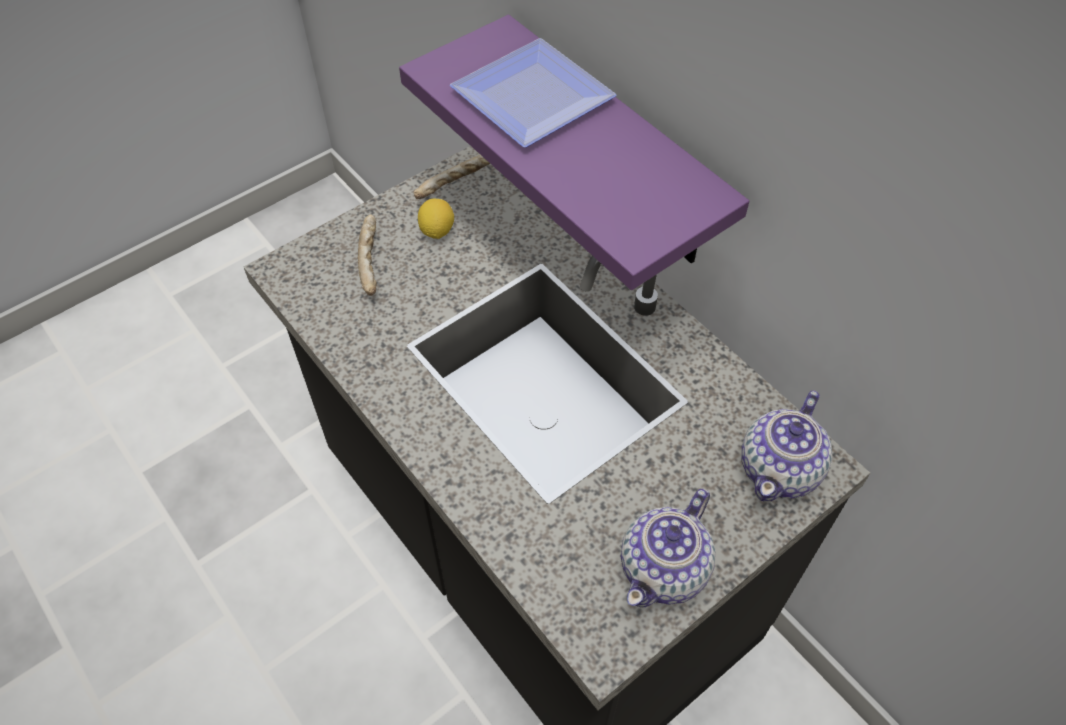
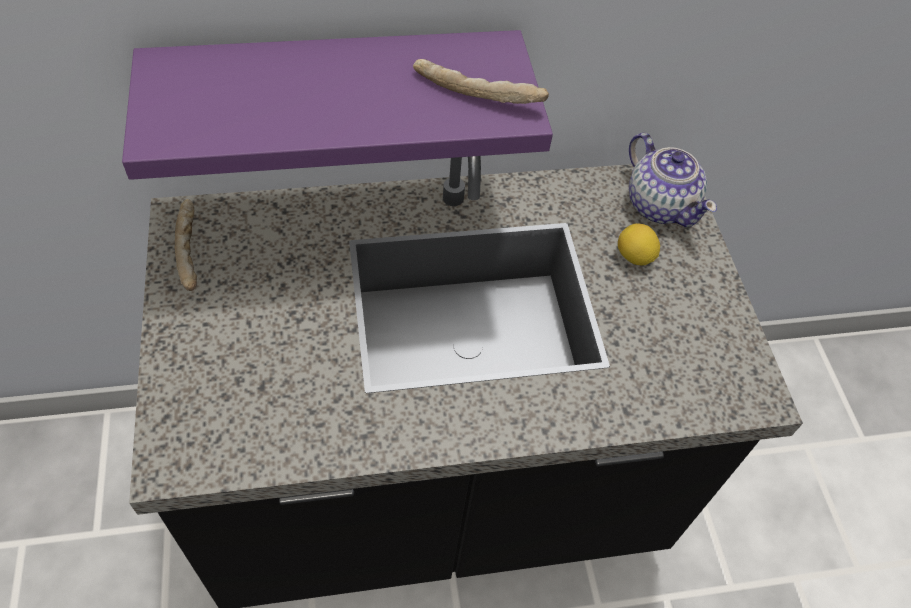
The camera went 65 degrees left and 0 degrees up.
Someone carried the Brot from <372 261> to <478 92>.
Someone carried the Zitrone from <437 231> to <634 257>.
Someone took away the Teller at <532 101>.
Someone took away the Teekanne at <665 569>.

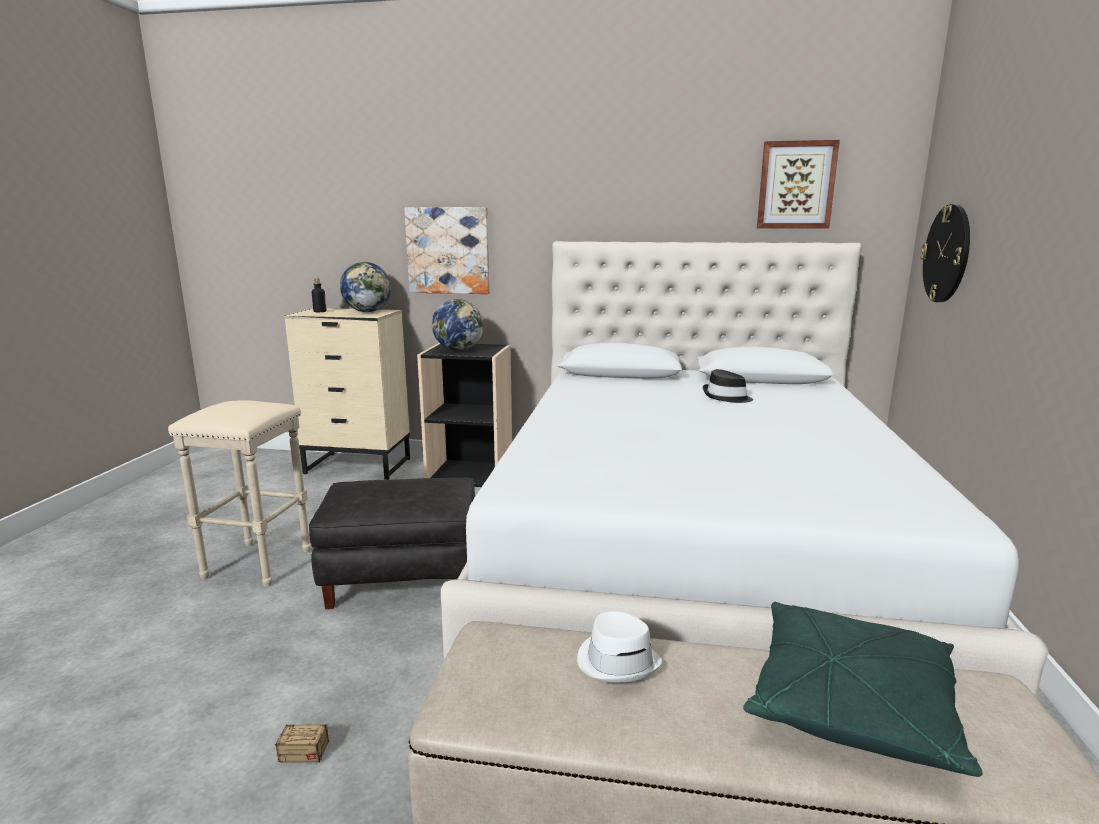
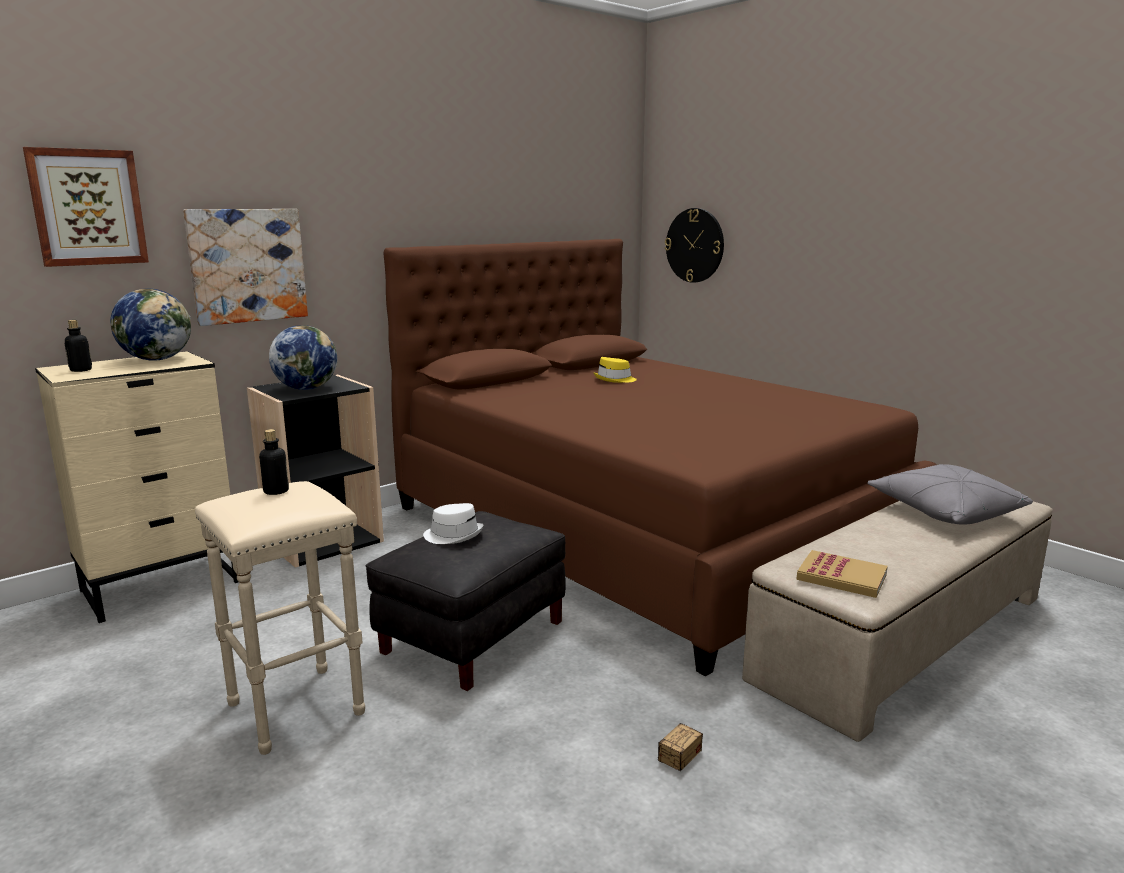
The camera went 50 degrees left and 0 degrees up.
Someone repainted the Bett [weiß] at <694 566>, which became the Bett [braun] at <643 528>.
Someone carried the Hut [weiß] from <617 661> to <453 535>.
Someone repainted the Hut [schwarz] at <726 397>, which became the Hut [gelb] at <615 380>.
Someone repainted the Kissen [grün] at <850 705>, which became the Kissen [grau] at <944 512>.
Someone carried the Bild from <796 185> to <88 207>.
Someone put down the Flasche at <276 491>.
Someone put down the Buch at <841 577>.

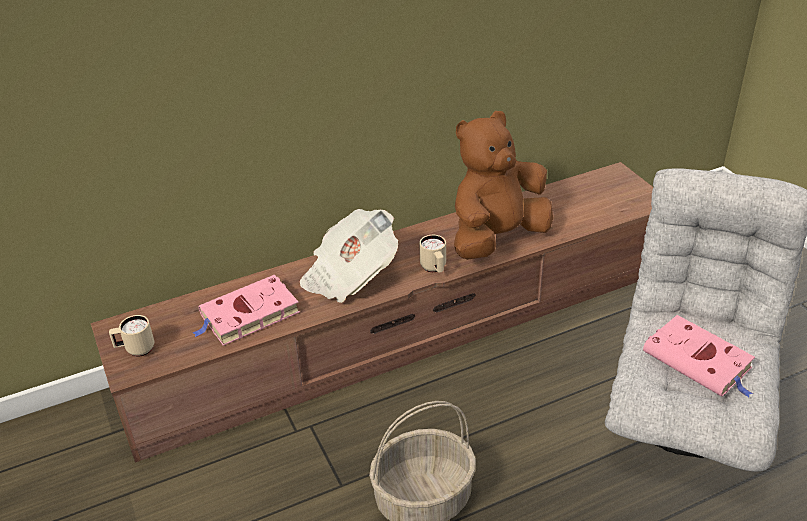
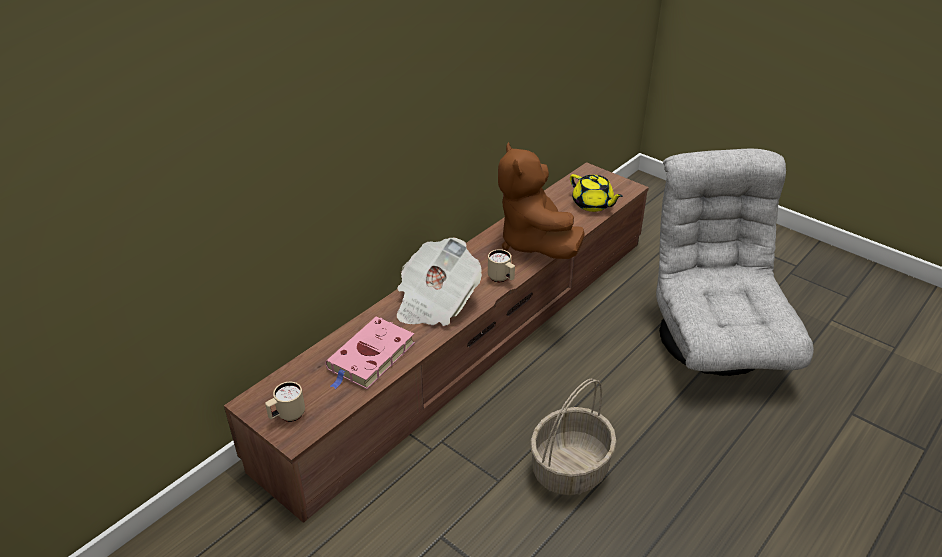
The camera went 25 degrees left and 0 degrees up.
Someone rotated the Plüschtier [braun] at <496 238> by 45 degrees counterclockwise.
Someone took away the Buch [rosa] at <699 362>.
Someone put down the Teekanne [gelb] at <593 204>.

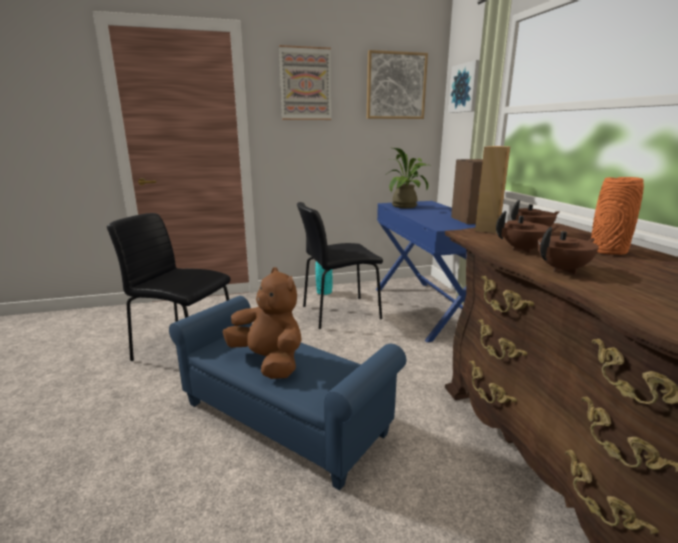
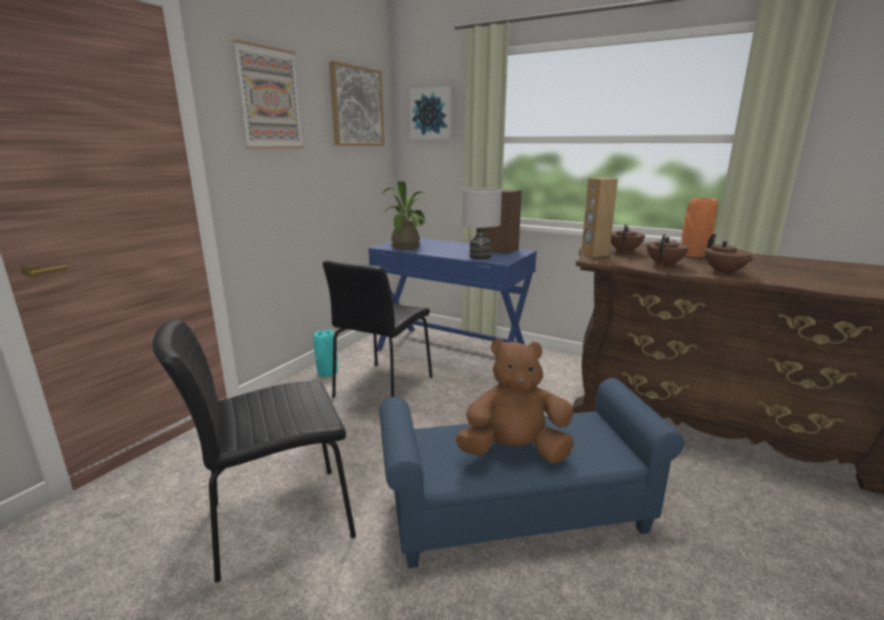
The camera went 45 degrees left and 0 degrees up.
Someone rotated the Teekanne [braun] at <563 270> by 150 degrees clockwise.
Someone put down the Tischlampe [grau] at <480 256>.

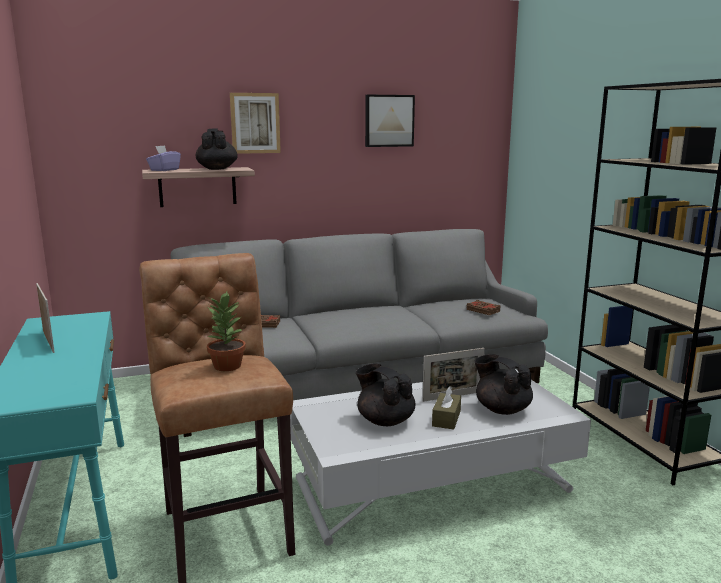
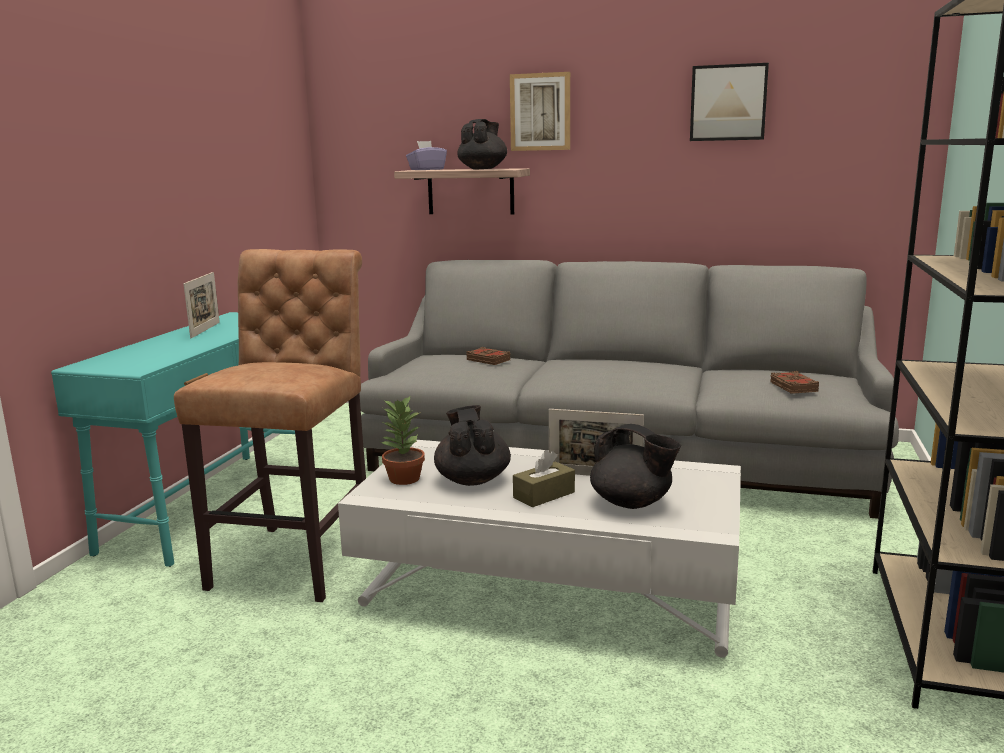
The camera went 35 degrees right and 0 degrees up.
Someone carried the Topfpflanze from <226 366> to <403 479>.
Someone rotated the Teekanne [schwarz] at <501 409> by 135 degrees clockwise.

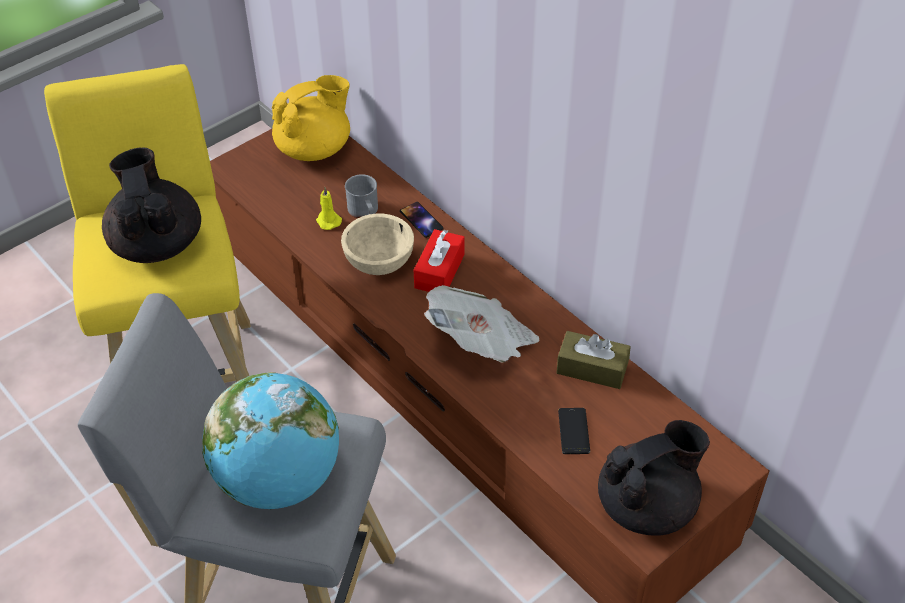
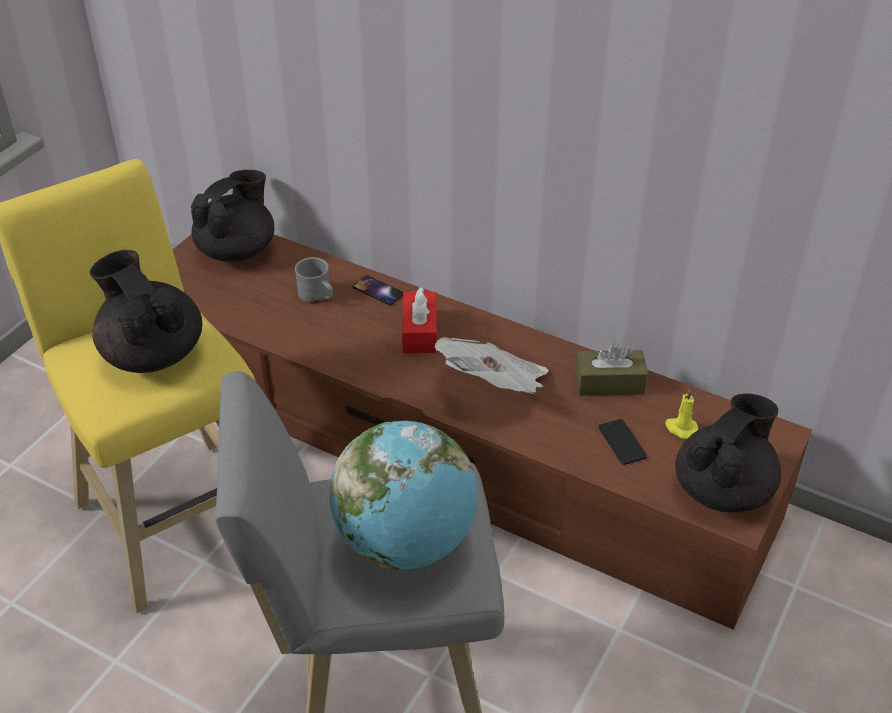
The camera went 20 degrees left and 5 degrees down.
Someone repainted the Teekanne [gelb] at <315 148>, which became the Teekanne [schwarz] at <237 250>.
Someone carried the Kerze [gelb] from <328 221> to <680 428>.
Someone took away the Schüssel [beige] at <379 262>.

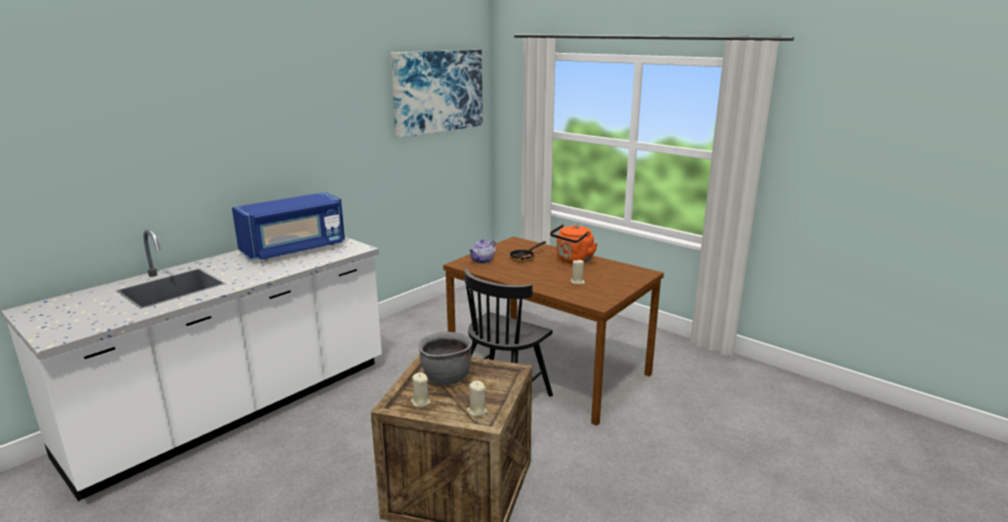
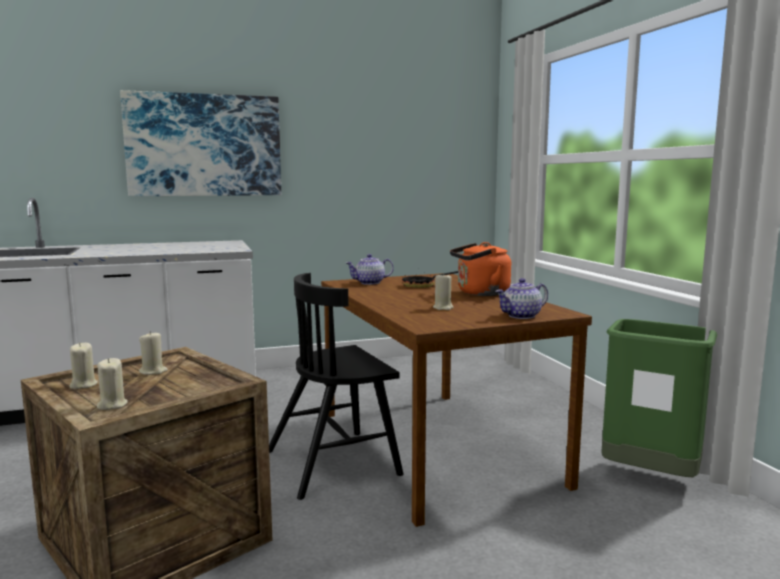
The camera went 30 degrees right and 10 degrees down.
Someone took away the Mikrowelle [blau] at <294 249>.
Someone carried the Bild from <438 91> to <204 145>.
Someone swapped the Kochtopf [grau] at <446 378> for the Kerze [beige] at <153 371>.
Someone put down the Teekanne at <521 316>.
Someone put down the Mülleimer [grün] at <649 478>.

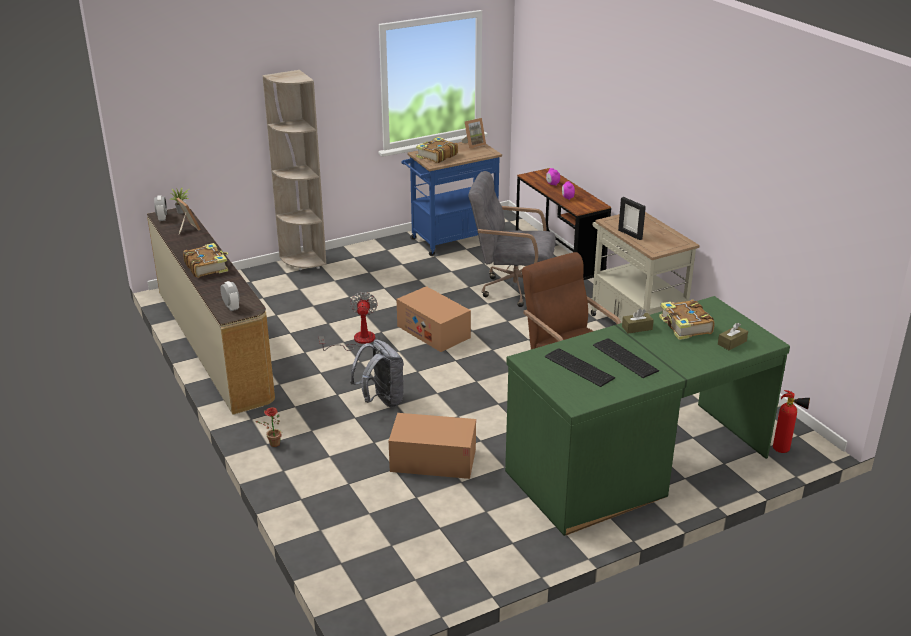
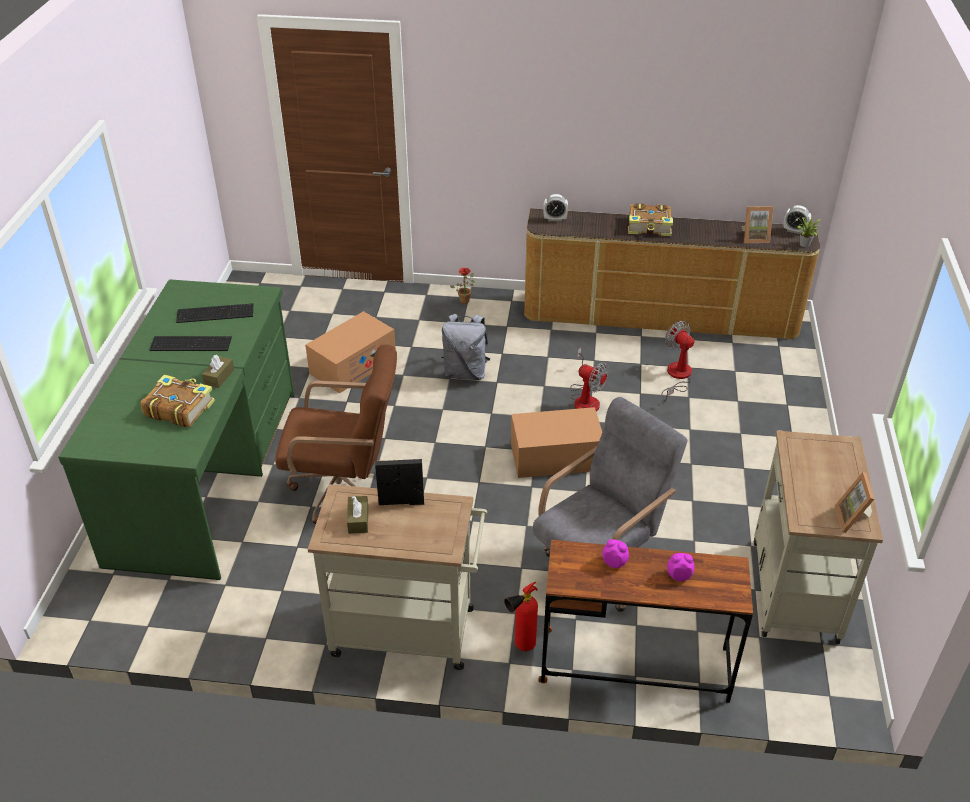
The camera went 125 degrees right and 10 degrees up.
Someone took away the Bücherregal [beige] at <304 265>.
Someone repainted the Rollwagen [blau] at <451 240>, which became the Rollwagen [beige] at <793 587>.
Someone took away the Buch at <436 156>.
Someone carried the Taschentuchbox [braun] from <732 343> to <358 520>.
Someone carried the Feuerlöscher from <785 450> to <521 647>.
Someone put down the Ventilator at <677 377>.

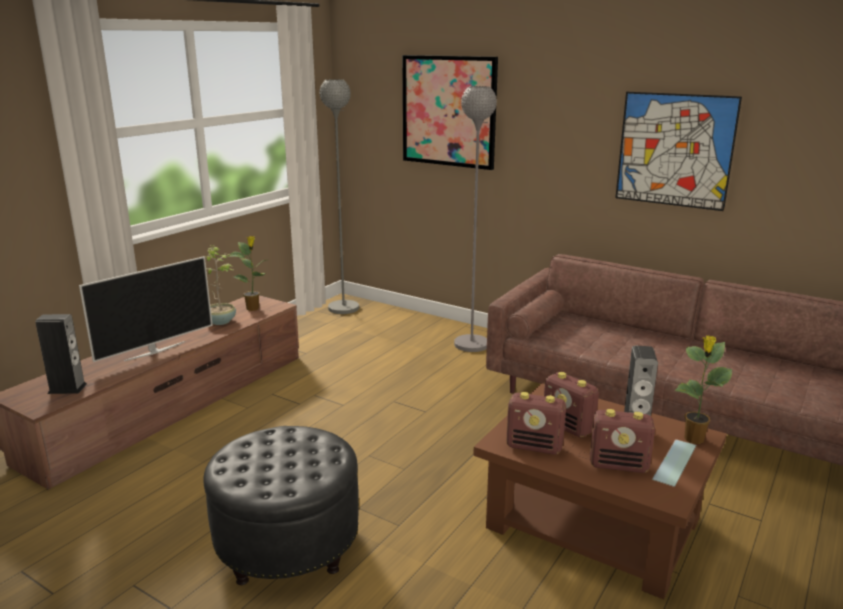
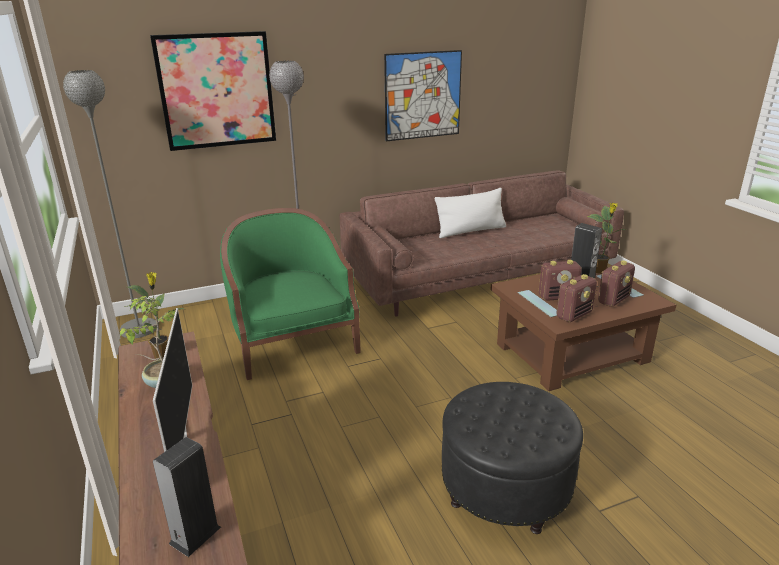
The camera went 55 degrees left and 5 degrees up.
Someone put down the Sessel [grün] at <293 343>.
Someone put down the Kissen [weiß] at <470 231>.

